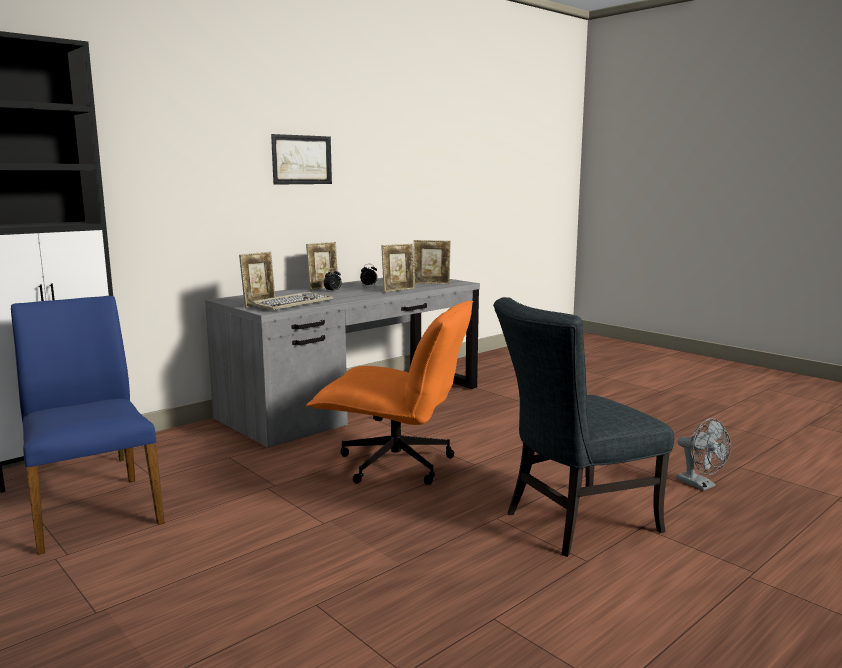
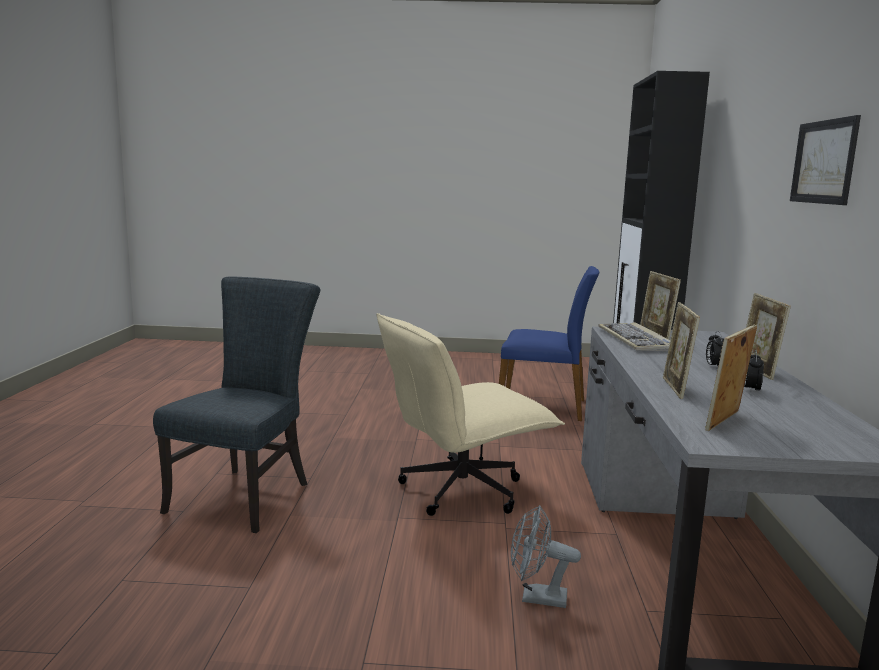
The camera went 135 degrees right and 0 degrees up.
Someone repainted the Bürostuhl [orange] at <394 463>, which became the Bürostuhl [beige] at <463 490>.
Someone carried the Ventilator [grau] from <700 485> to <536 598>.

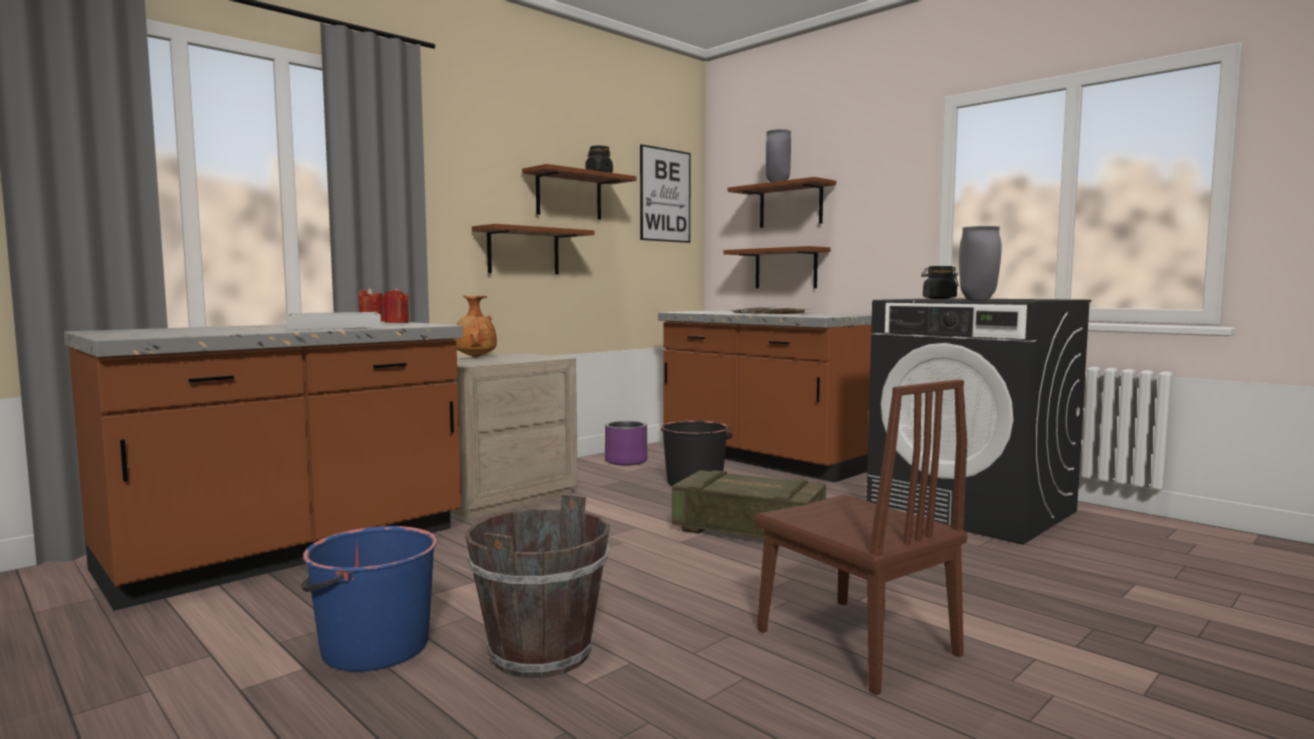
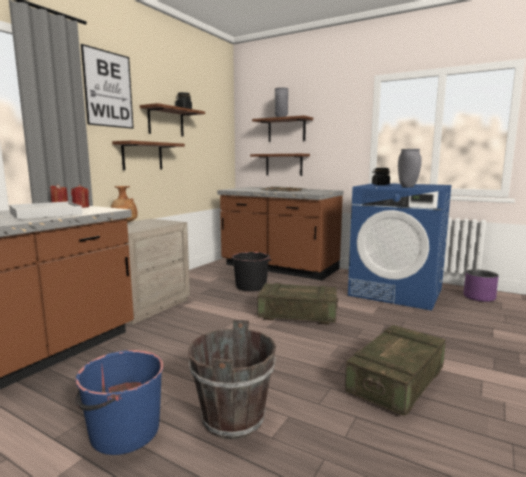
The camera went 15 degrees left and 5 degrees up.
Someone carried the Pflanzkübel [lila] from <626 461> to <479 297>.
Someone carried the Bild from <665 195> to <108 89>.
Someone swapped the Stuhl [braun] at <856 642> for the Kiste at <396 383>.
Someone repainted the Waschmaschine [schwarz] at <972 510>, which became the Waschmaschine [blau] at <396 292>.

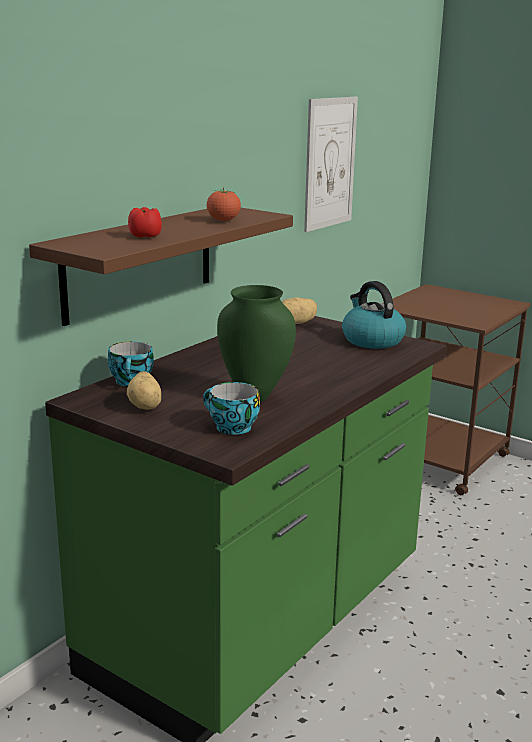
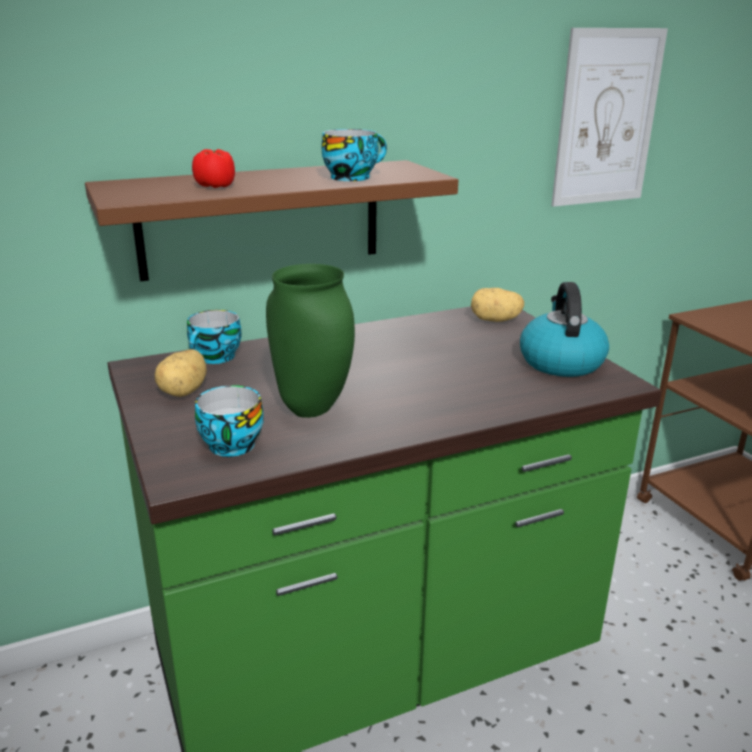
The camera went 30 degrees right and 5 degrees up.
Someone swapped the Tomate at <223 220> for the Tasse at <352 177>.

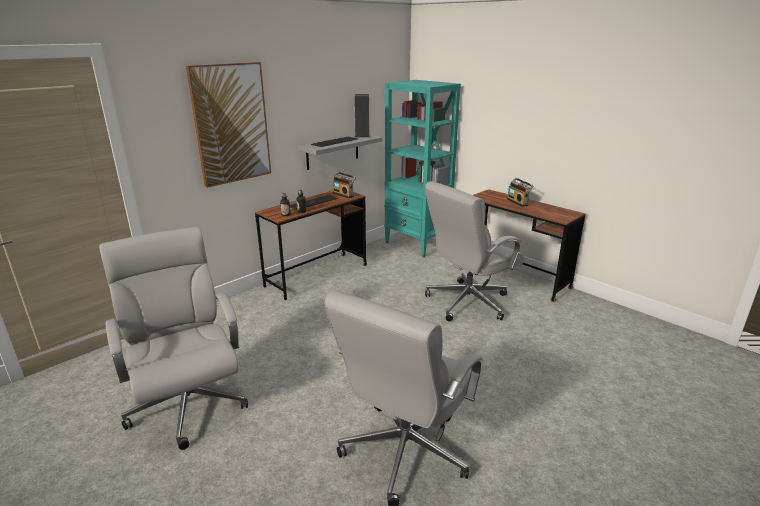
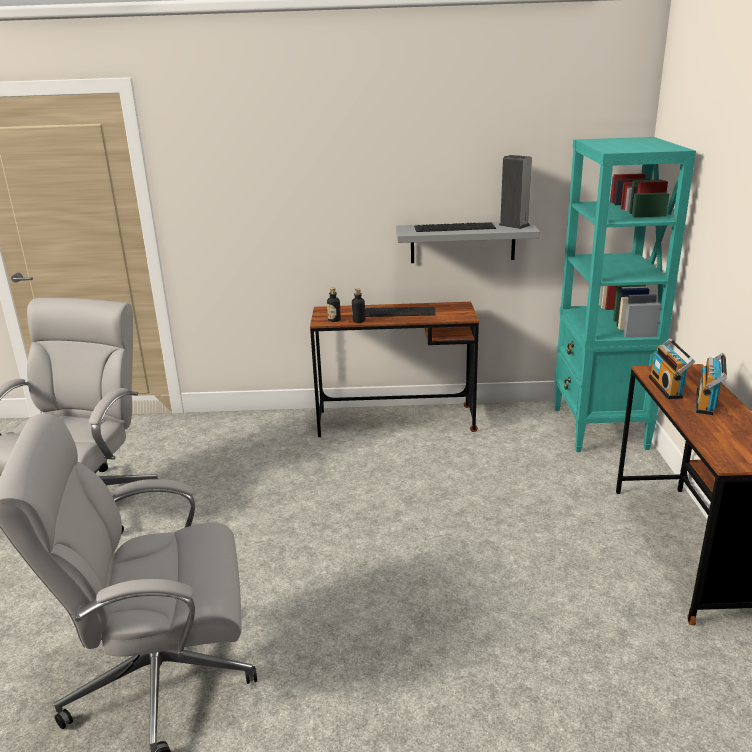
The camera went 45 degrees right and 0 degrees up.
Someone took away the Bild at <231 124>.
Someone carried the Radio from <344 194> to <667 387>.
Someone took away the Bürostuhl [grau] at <468 302>.

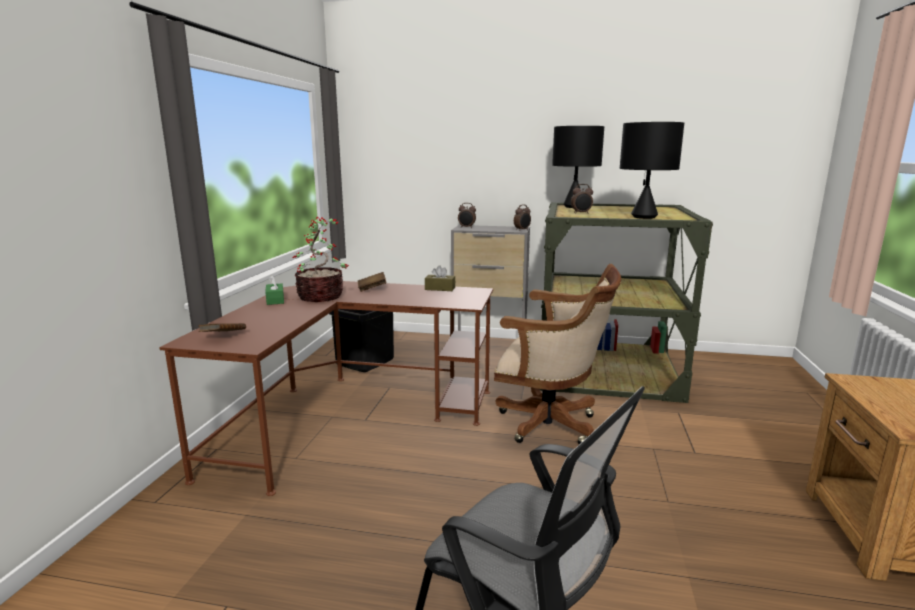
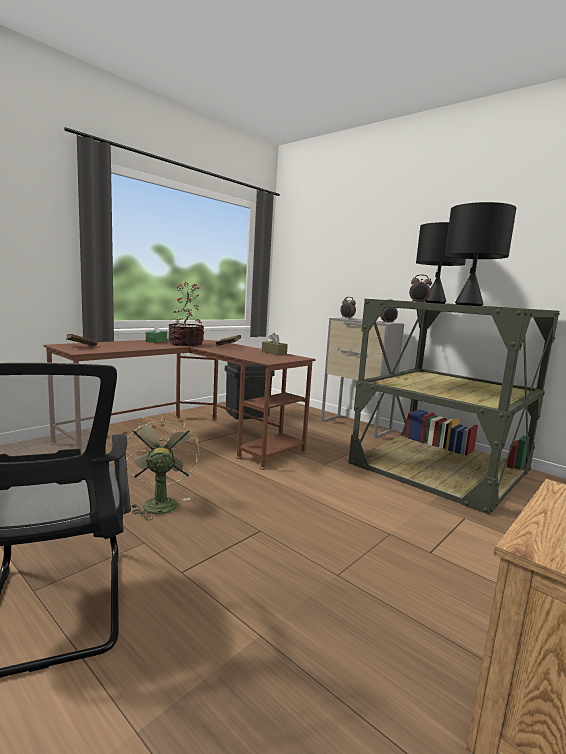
The camera went 30 degrees right and 5 degrees down.
Someone took away the Bürostuhl at <551 424>.
Someone put down the Ventilator [grün] at <159 502>.

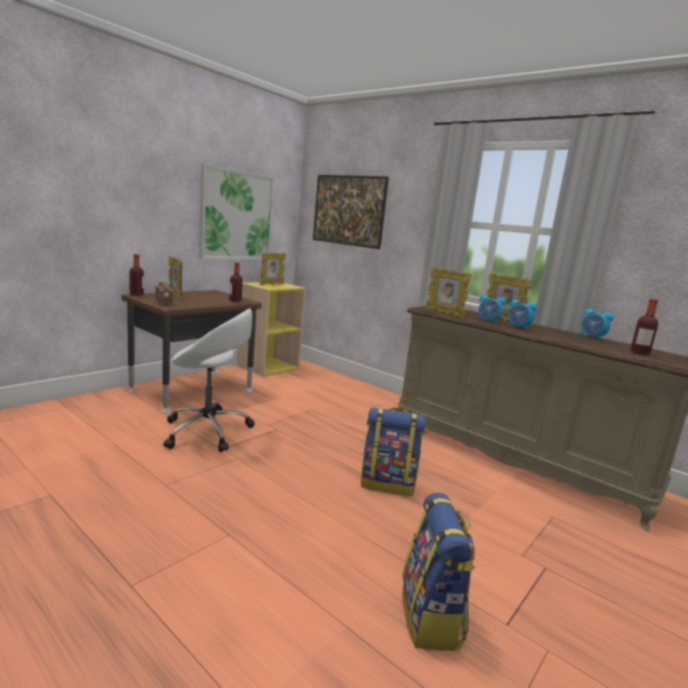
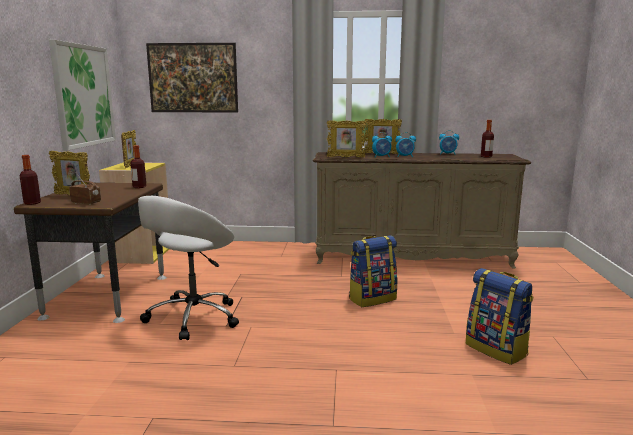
The camera went 35 degrees left and 0 degrees up.
Someone rotated the Bürostuhl [weiß] at <209 431> by 150 degrees clockwise.

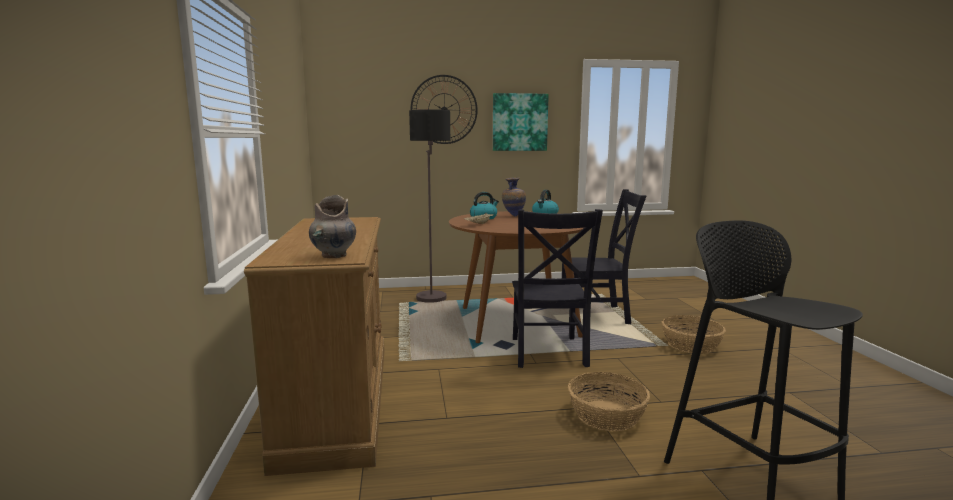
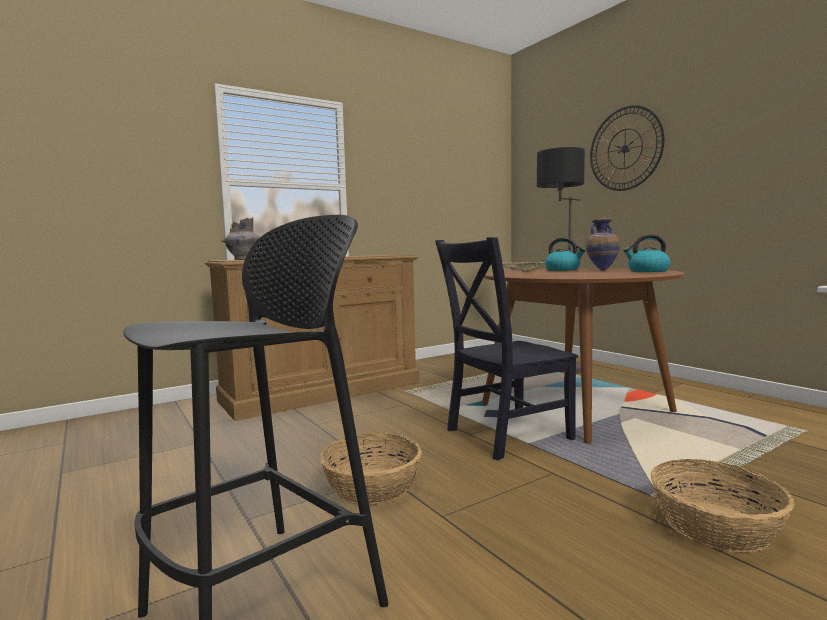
The camera went 65 degrees right and 5 degrees down.
Someone took away the Bild at <519 122>.
Someone took away the Stuhl [schwarz] at <597 315>.

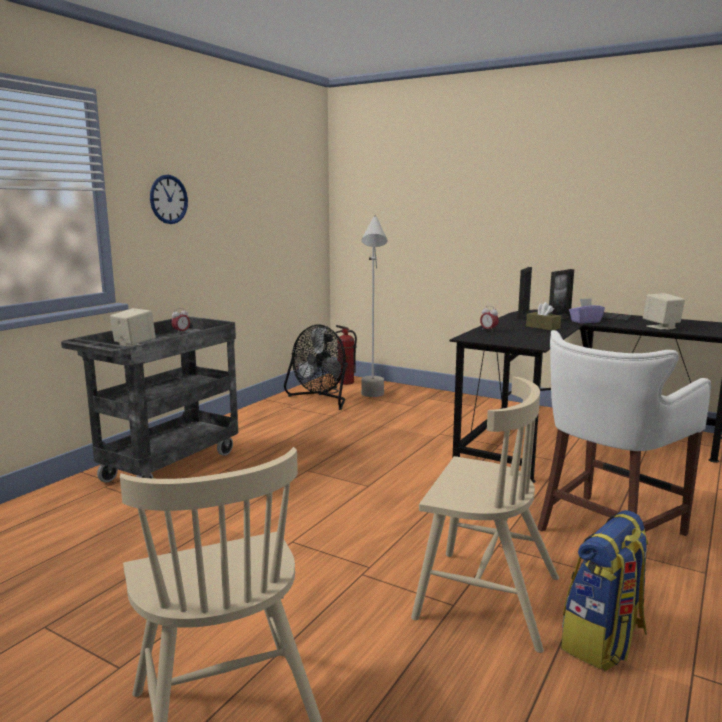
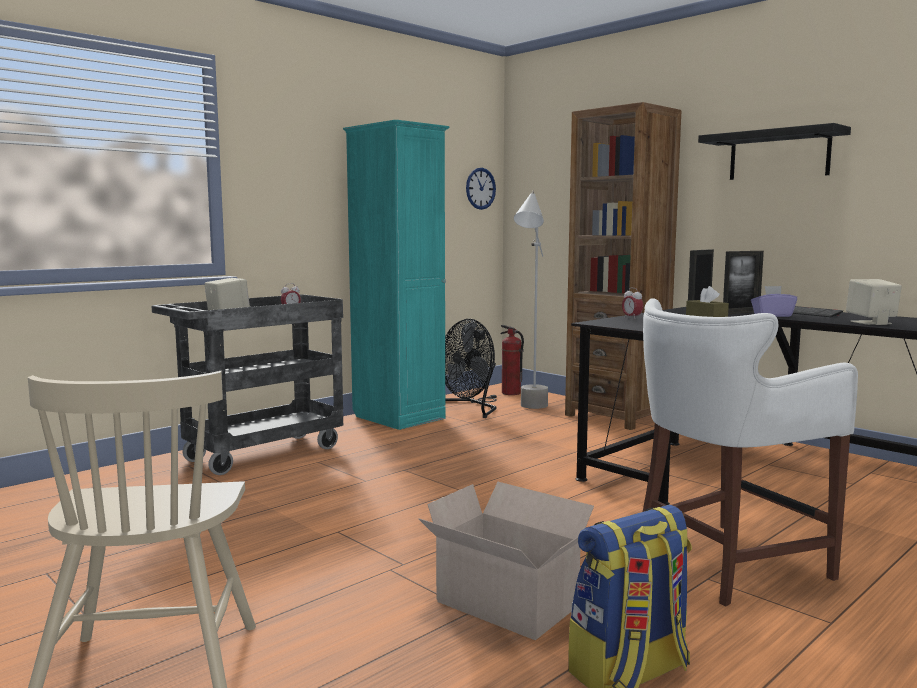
The camera went 15 degrees right and 5 degrees down.
Someone carried the Wanduhr from <168 199> to <480 188>.
Someone swapped the Stuhl [beige] at <479 595> for the Karton at <510 605>.
Someone put down the Schrank [türkis] at <400 417>.
Someone put down the Bücherregal [braun] at <616 416>.
Someone put up the Wandregal [schwarz] at <779 155>.

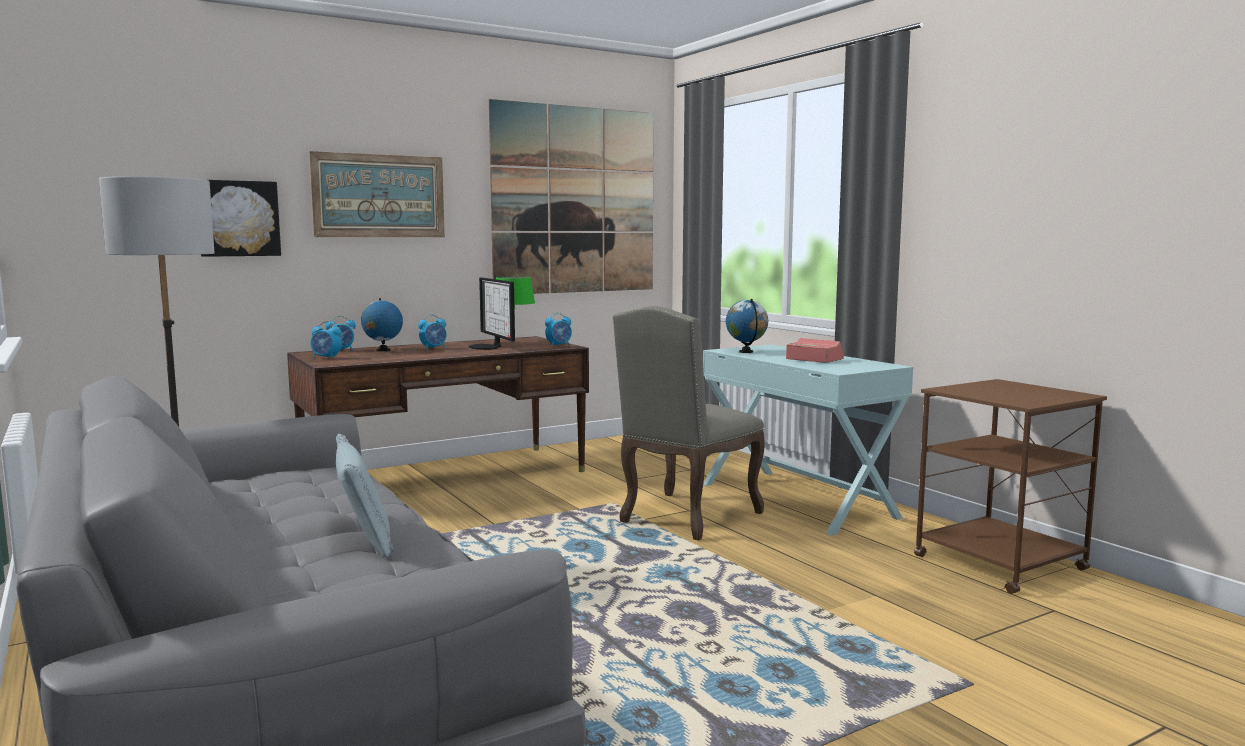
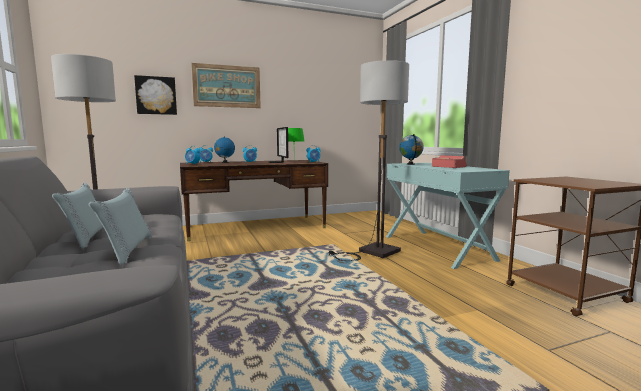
The camera went 10 degrees right and 0 degrees up.
Someone took away the Bild at <575 200>.
Someone swapped the Stuhl [grau] at <685 517> for the Stehlampe at <370 253>.
Someone put down the Kissen [blau] at <87 237>.

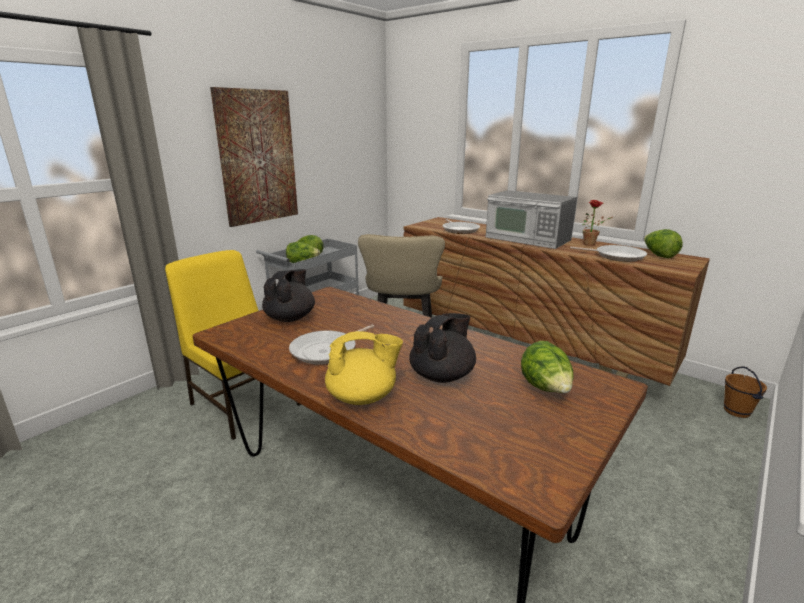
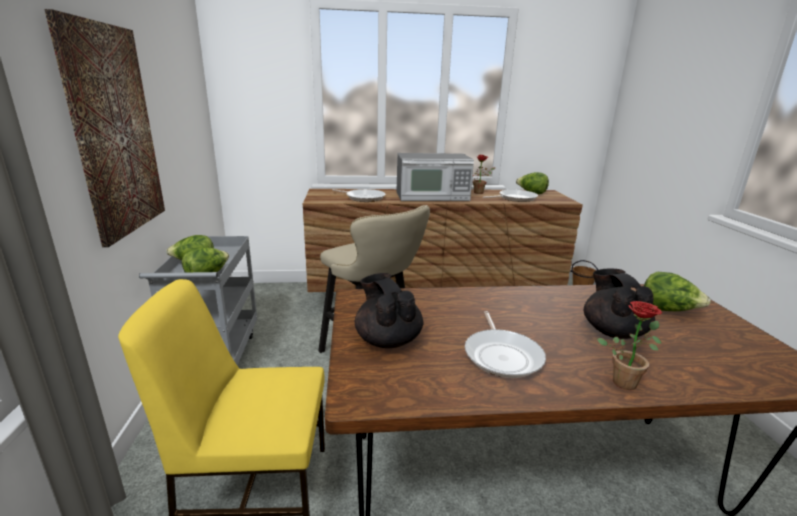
The camera went 45 degrees left and 0 degrees up.
Someone swapped the Teekanne [gelb] at <363 397> for the Topfpflanze at <625 380>.

